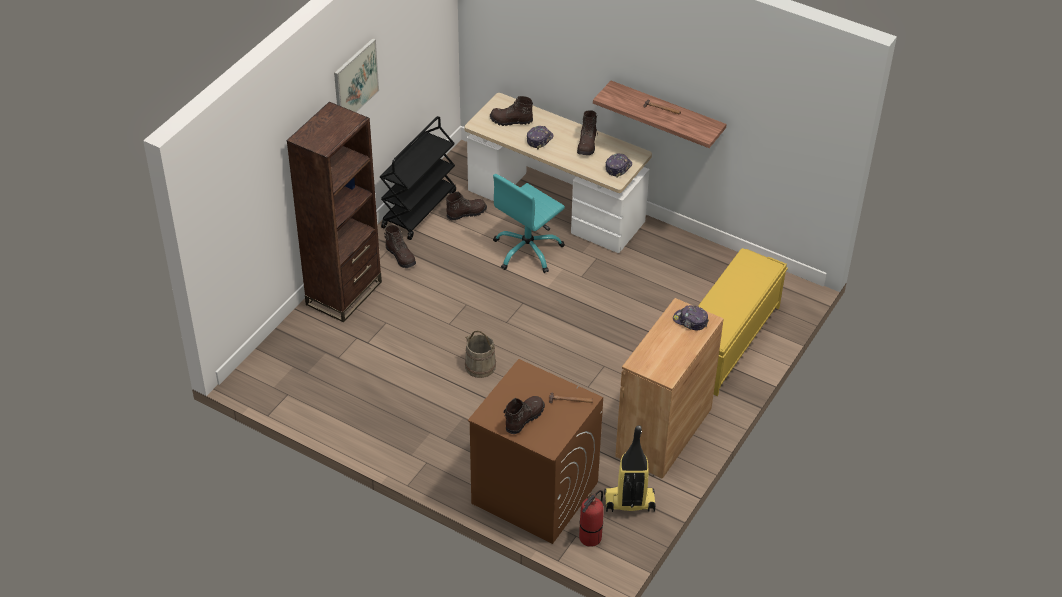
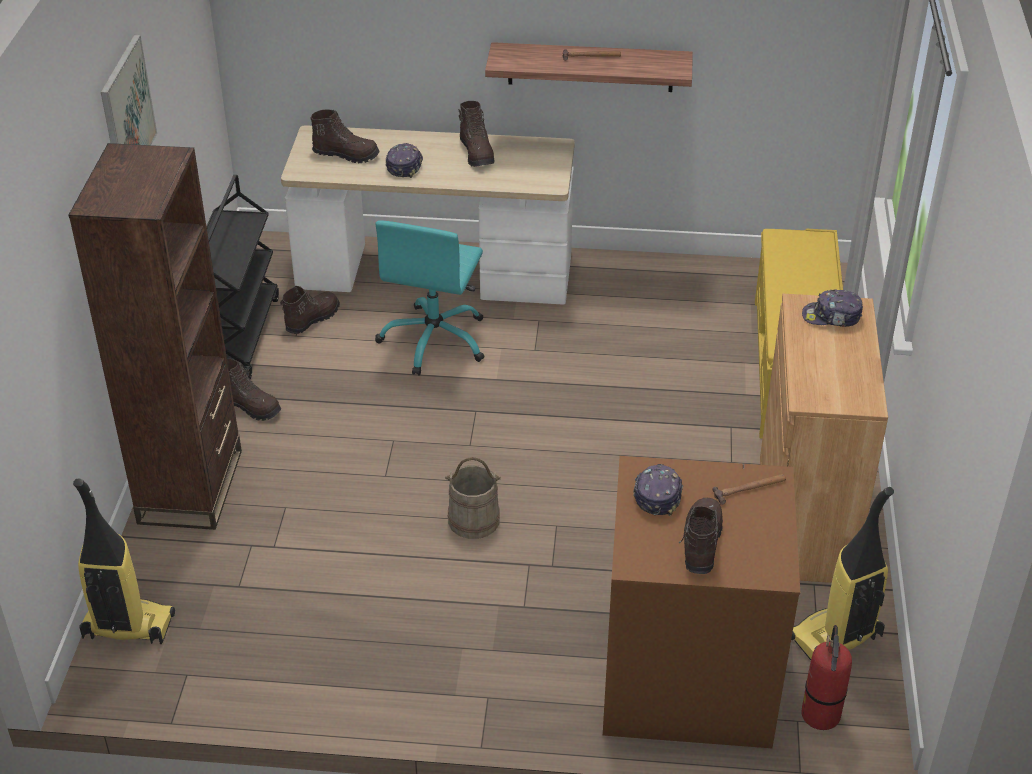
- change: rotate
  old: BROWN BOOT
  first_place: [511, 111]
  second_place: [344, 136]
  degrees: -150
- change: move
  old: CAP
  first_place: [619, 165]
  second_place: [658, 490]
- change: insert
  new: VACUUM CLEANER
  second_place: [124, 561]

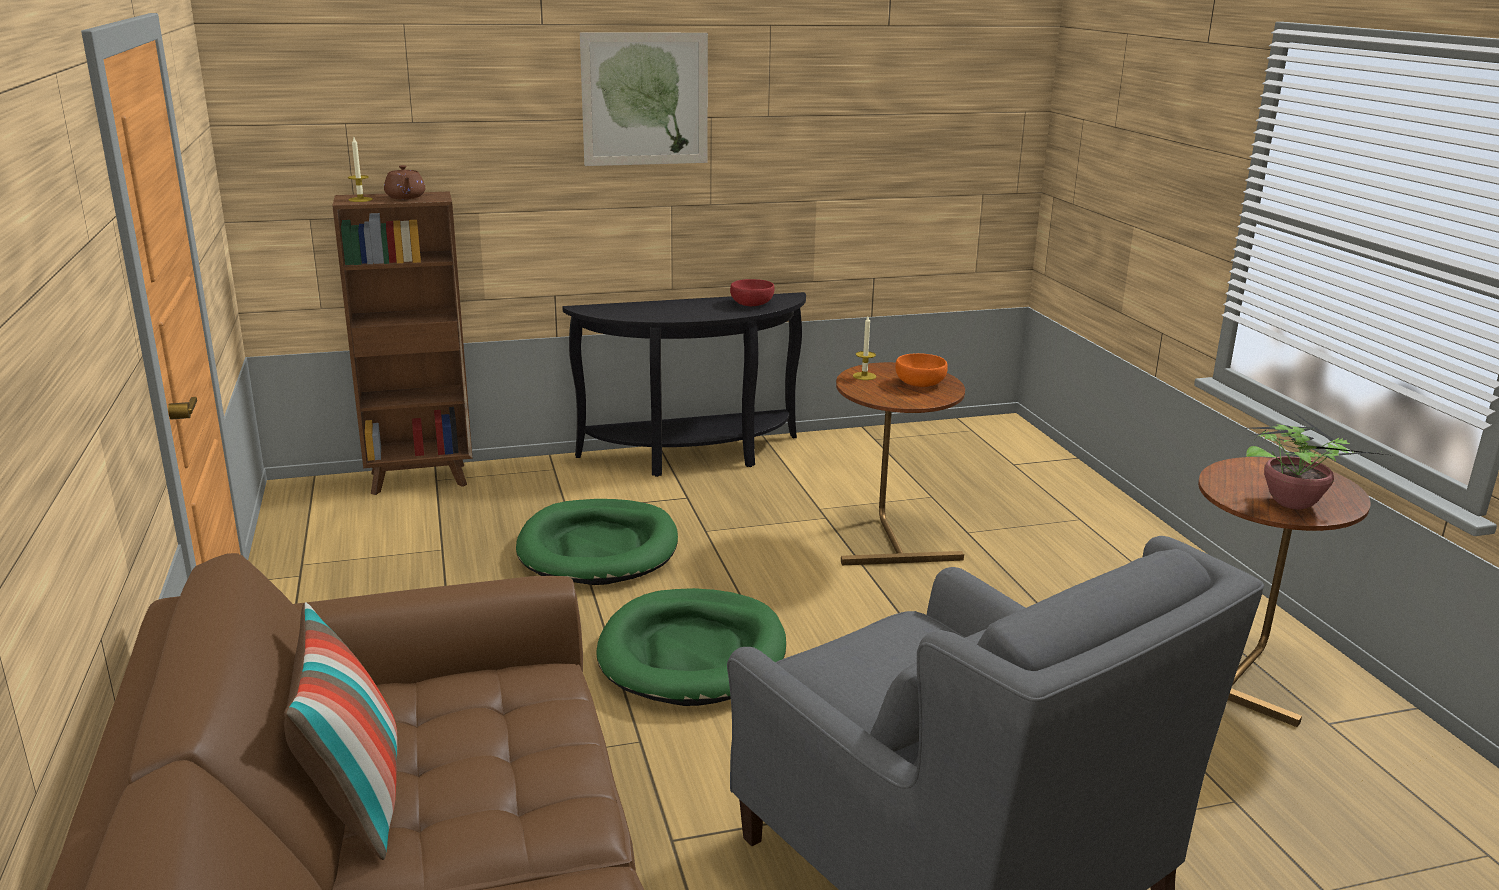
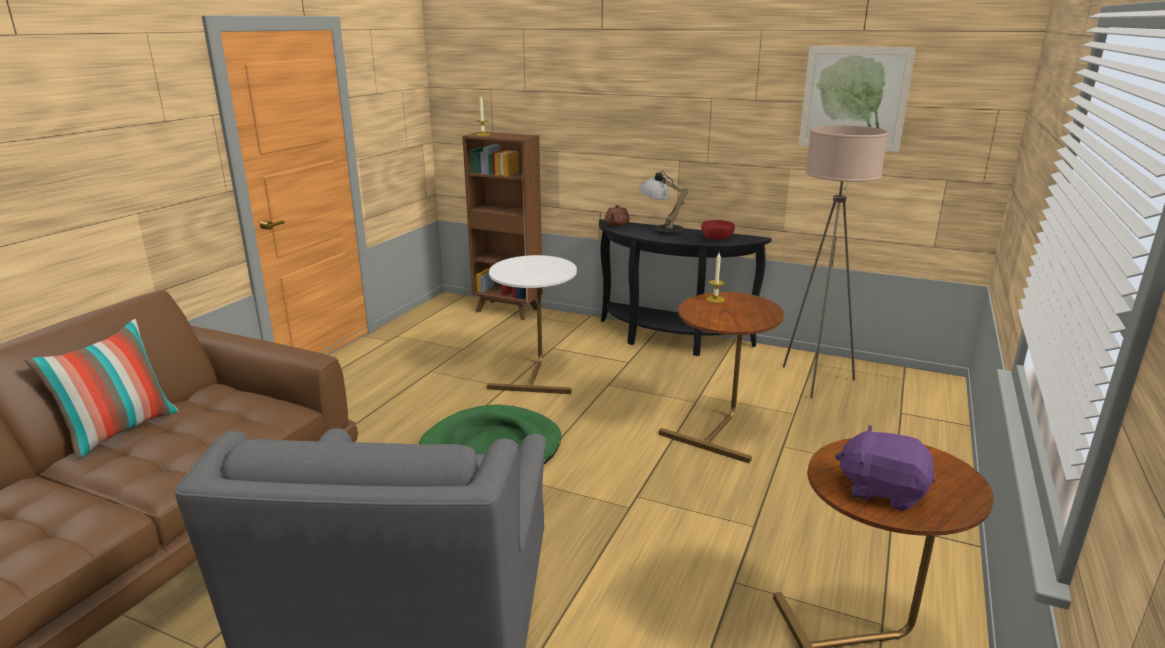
- change: move
  old: BROWN TEAPOT
  first_place: [404, 182]
  second_place: [617, 215]
- change: replace
  old: GREEN DOG BED
  new: WHITE SIDE TABLE
  first_place: [597, 542]
  second_place: [532, 324]
- change: move
  old: PICTURE
  first_place: [644, 99]
  second_place: [857, 99]
- change: delete
  old: ORANGE BOWL
  first_place: [921, 370]
- change: replace
  old: POTTED PLANT
  new: PURPLE PLUSH TOY
  first_place: [1320, 457]
  second_place: [885, 468]
- change: insert
  new: TABLE LAMP
  second_place: [665, 203]
- change: insert
  new: BEIGE FLOOR LAMP
  second_place: [835, 262]

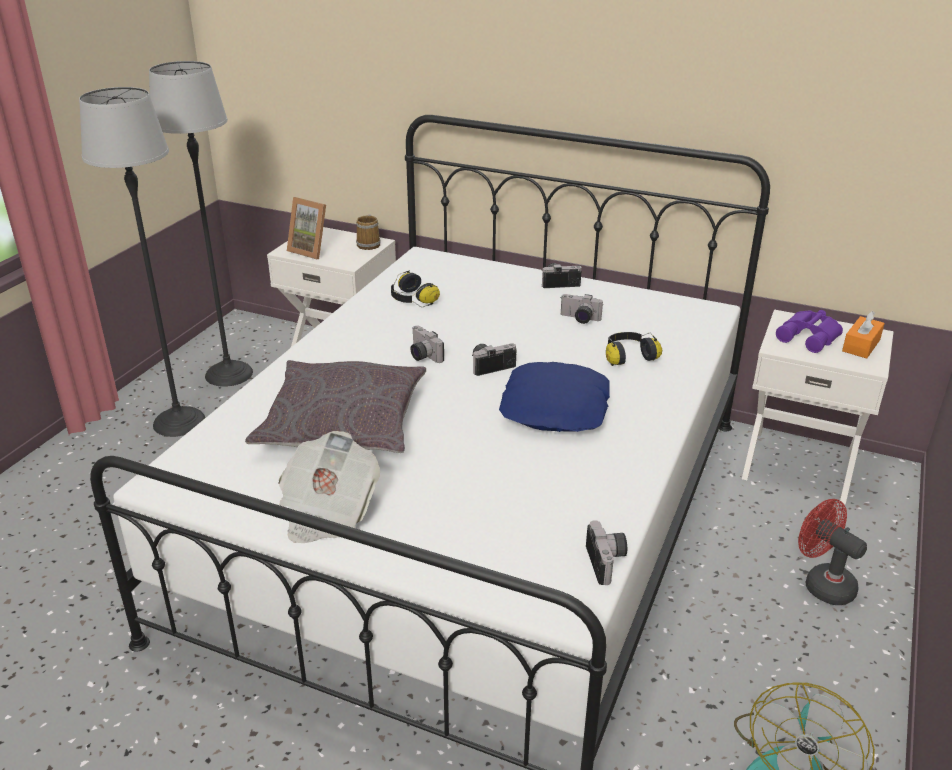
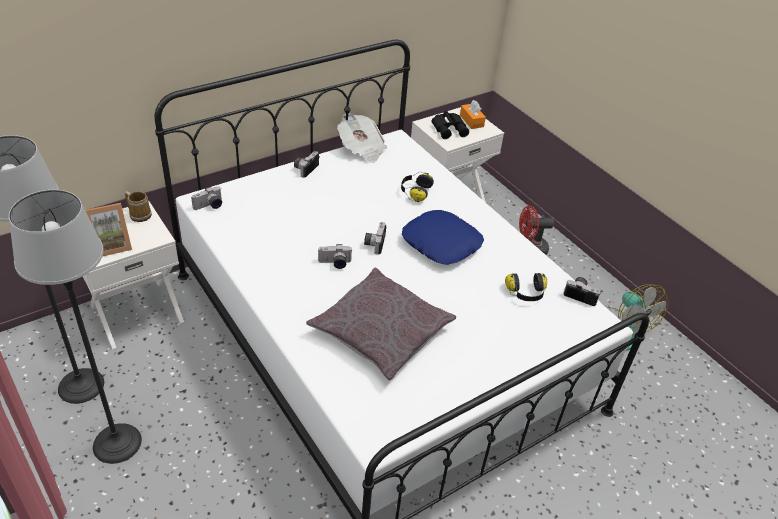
- change: move
  old: NEWSPAPER
  first_place: [329, 487]
  second_place: [362, 138]
- change: move
  old: HEADPHONES
  first_place: [415, 288]
  second_place: [526, 287]
- change: move
  old: PHOTO CAMERA
  first_place: [582, 309]
  second_place: [206, 198]
- change: recolor
  old: PURPLE BINOCULARS
  new: BLACK BINOCULARS
  first_place: [809, 331]
  second_place: [450, 125]

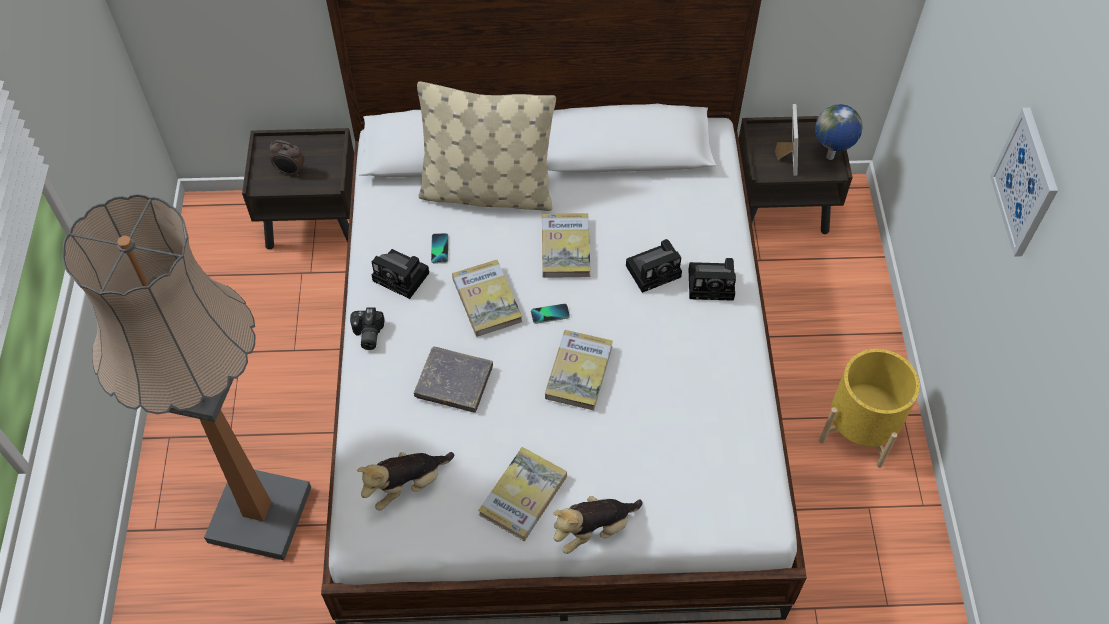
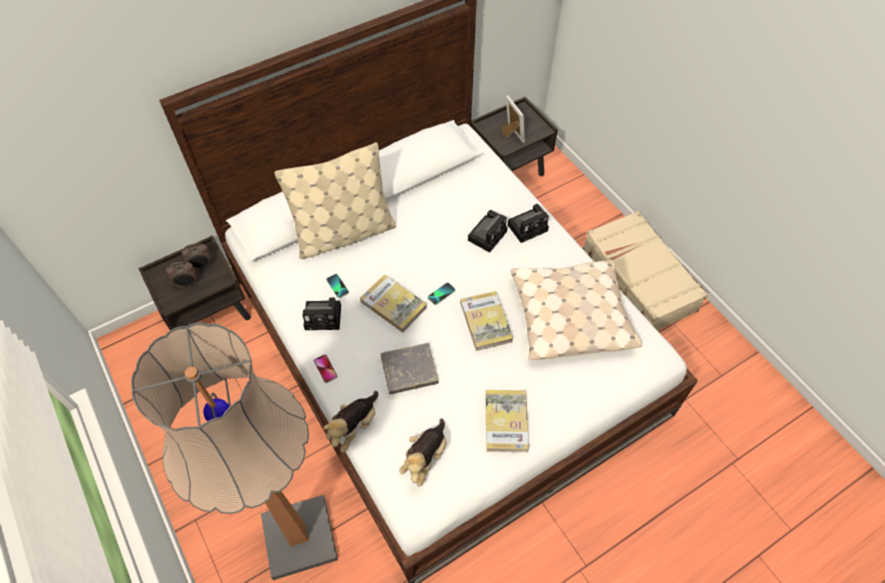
- change: replace
  old: PHOTO CAMERA
  new: PHONE
  first_place: [367, 328]
  second_place: [326, 368]
- change: delete
  old: BOOK
  first_place: [566, 245]
- change: move
  old: PLUSH TOY
  first_place: [598, 525]
  second_place: [351, 422]
- change: delete
  old: GLOBE
  first_place: [839, 132]
- change: replace
  old: YELLOW PLANTER
  new: BEIGE SUITCASE
  first_place: [869, 408]
  second_place: [645, 270]
- change: delete
  old: PICTURE
  first_place: [1024, 182]
- change: insert
  new: ALARM CLOCK
  second_place: [196, 256]
- change: insert
  new: BEIGE PILLOW
  second_place: [576, 309]

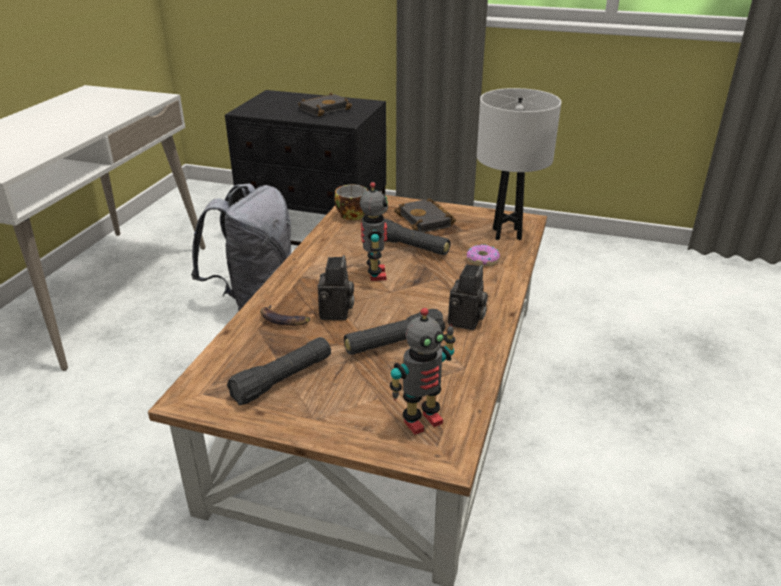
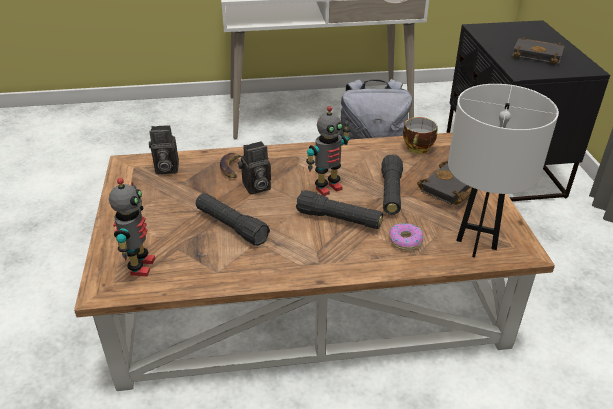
- change: move
  old: BLACK FLASHLIGHT
  first_place: [279, 371]
  second_place: [339, 209]
- change: rotate
  old: TOY ROBOT
  first_place: [422, 371]
  second_place: [132, 227]
  degrees: -120
- change: move
  old: PHOTO CAMERA
  first_place: [468, 297]
  second_place: [164, 149]

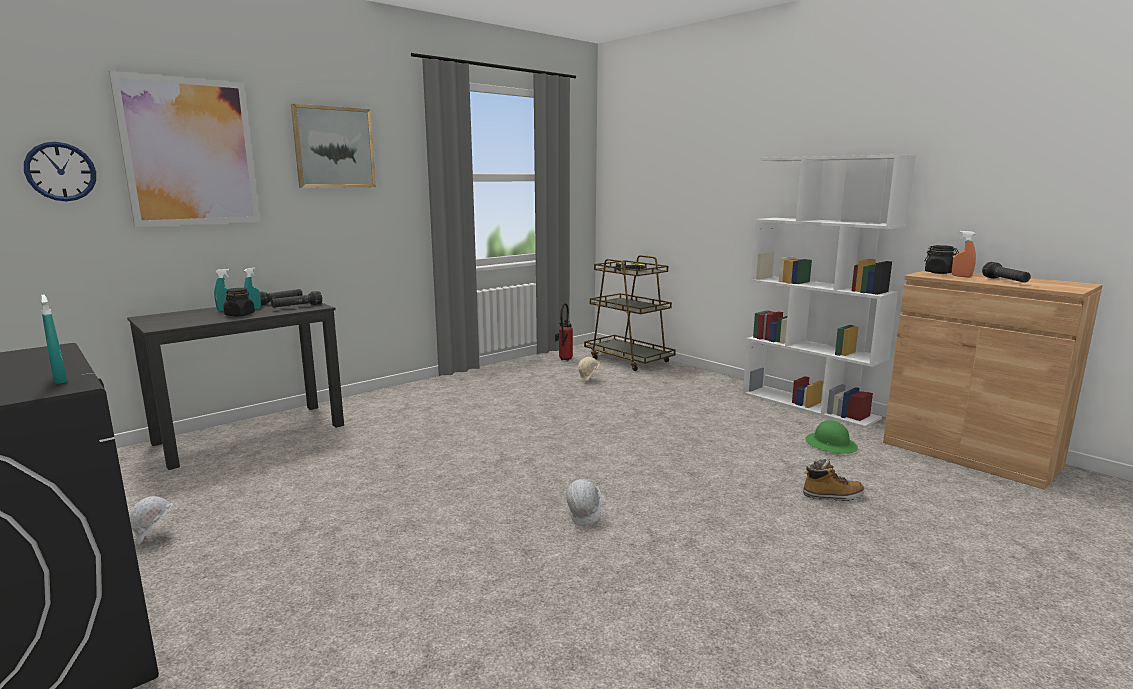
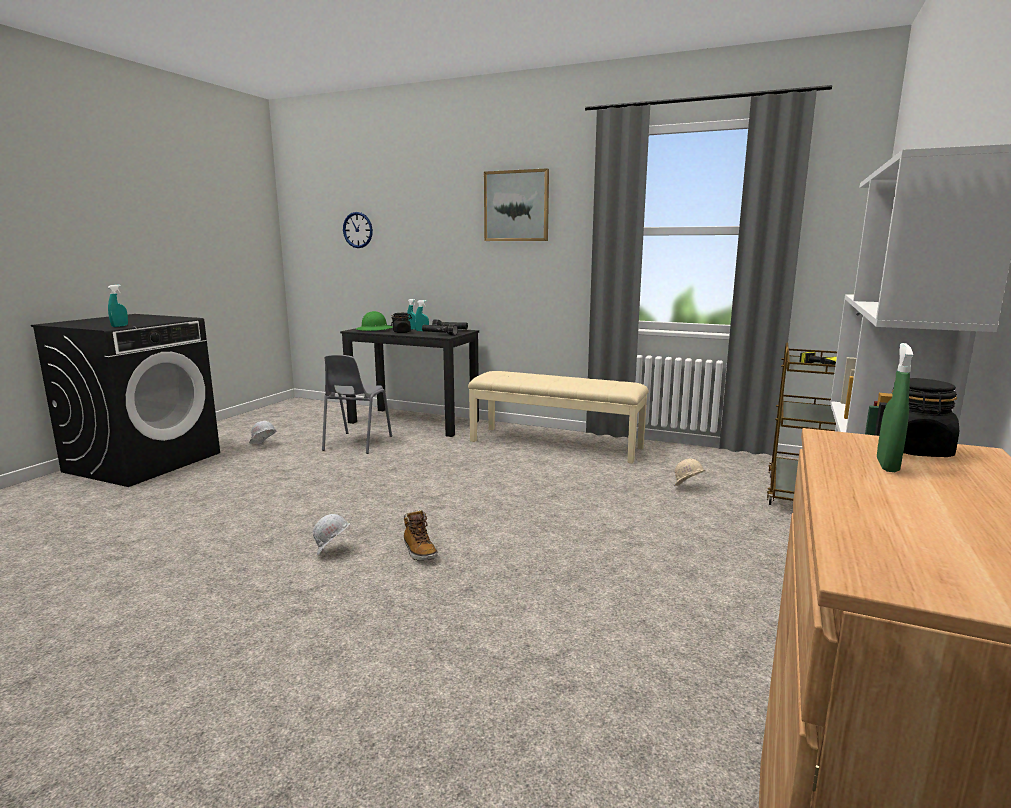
- change: delete
  old: PICTURE
  first_place: [184, 148]
- change: delete
  old: FIRE EXTINGUISHER
  first_place: [564, 332]
- change: move
  old: BOOT
  first_place: [834, 479]
  second_place: [421, 535]
- change: move
  old: GREEN HARD HAT
  first_place: [832, 437]
  second_place: [374, 321]
- change: recolor
  old: ORANGE SPRAY BOTTLE
  new: GREEN SPRAY BOTTLE
  first_place: [964, 254]
  second_place: [895, 407]
- change: delete
  old: BLACK FLASHLIGHT
  first_place: [1006, 272]
- change: insert
  new: GREY CHAIR
  second_place: [357, 404]
- change: insert
  new: BEIGE BENCH
  second_place: [558, 417]

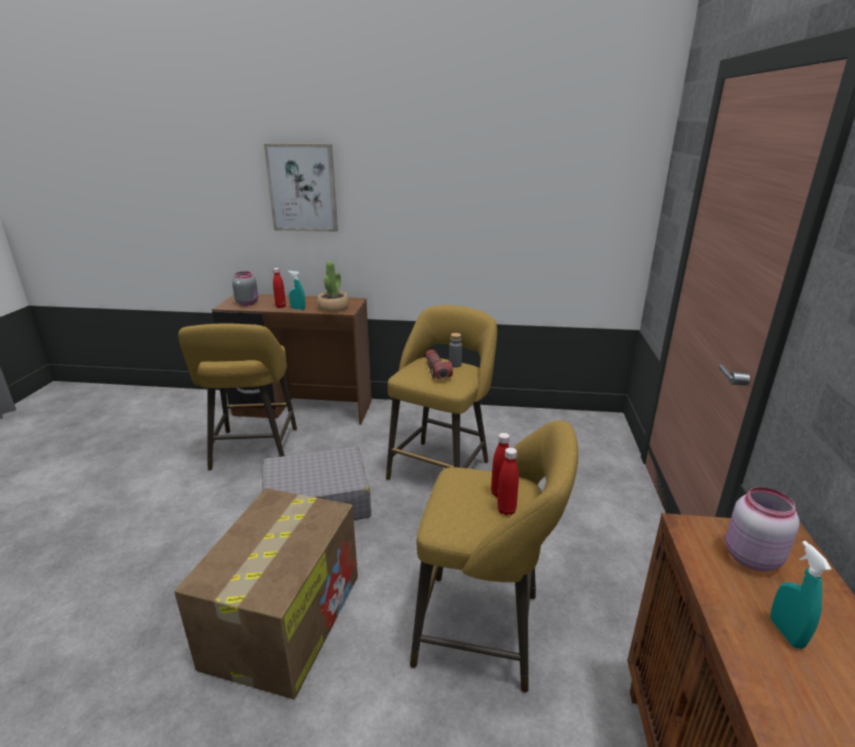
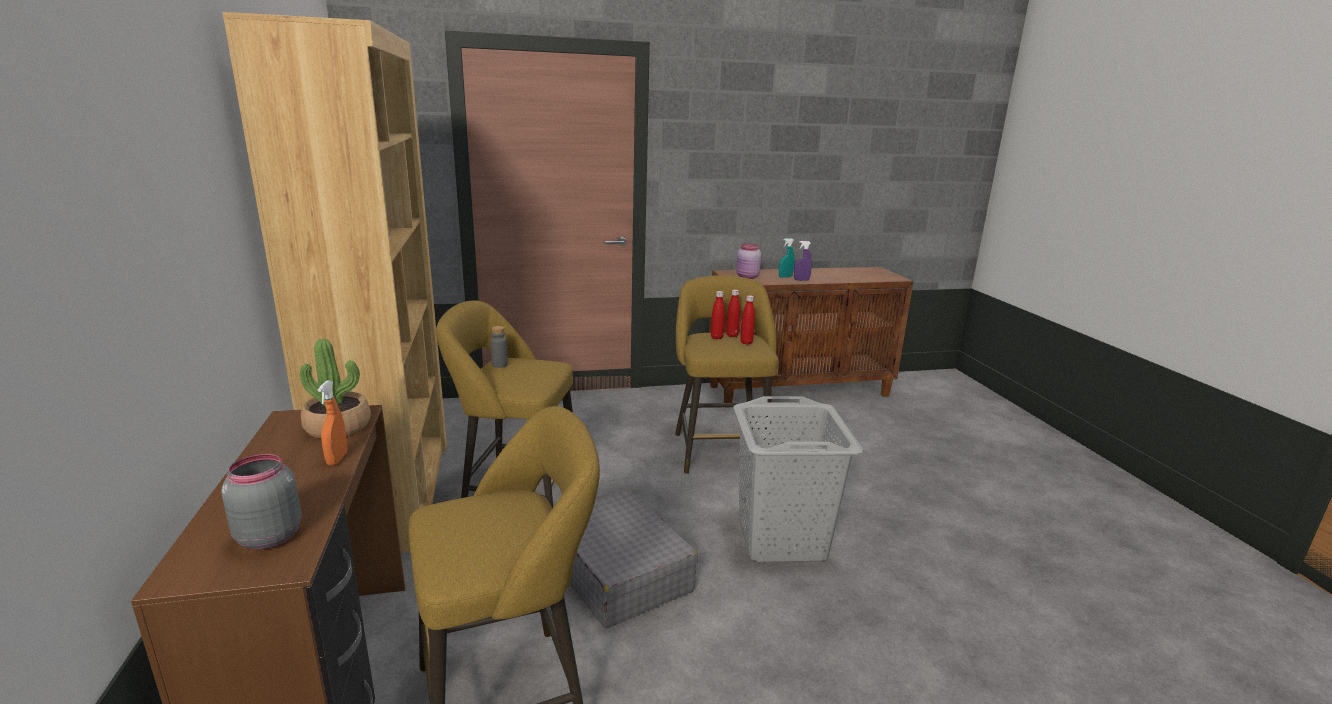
- change: replace
  old: CARDBOARD BOX
  new: GREY LAUNDRY BASKET
  first_place: [266, 593]
  second_place: [798, 479]
- change: delete
  old: PICTURE
  first_place: [301, 188]
- change: move
  old: RED BOTTLE
  first_place: [279, 288]
  second_place: [747, 319]
- change: recolor
  old: TURQUOISE SPRAY BOTTLE
  new: ORANGE SPRAY BOTTLE
  first_place: [296, 290]
  second_place: [333, 422]
- change: delete
  old: FLASHLIGHT
  first_place: [439, 364]
- change: insert
  new: BROWN BOOKCASE
  second_place: [334, 282]
- change: insert
  new: PURPLE SPRAY BOTTLE
  second_place: [803, 261]

